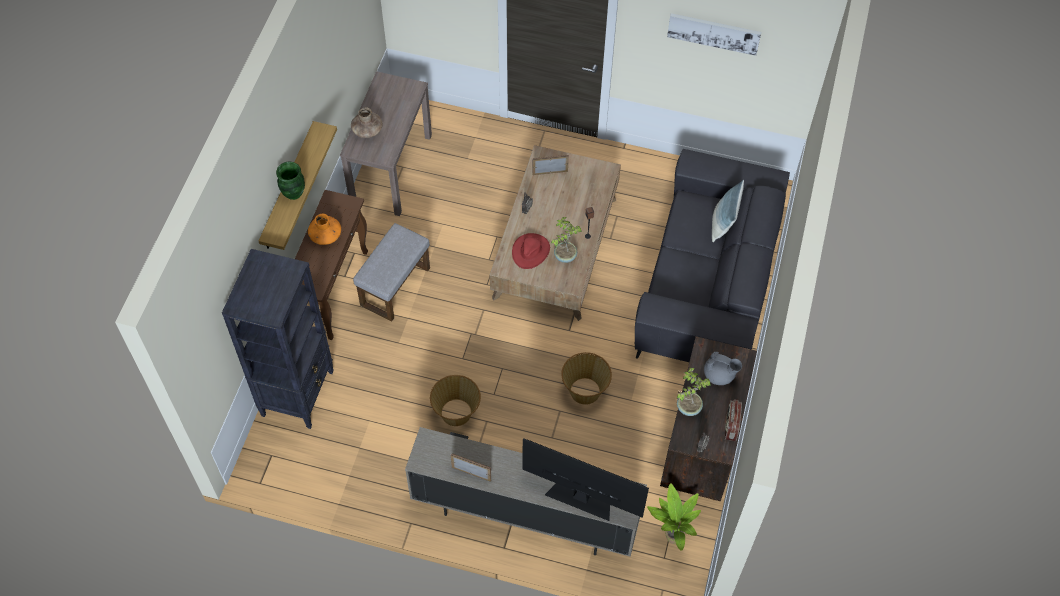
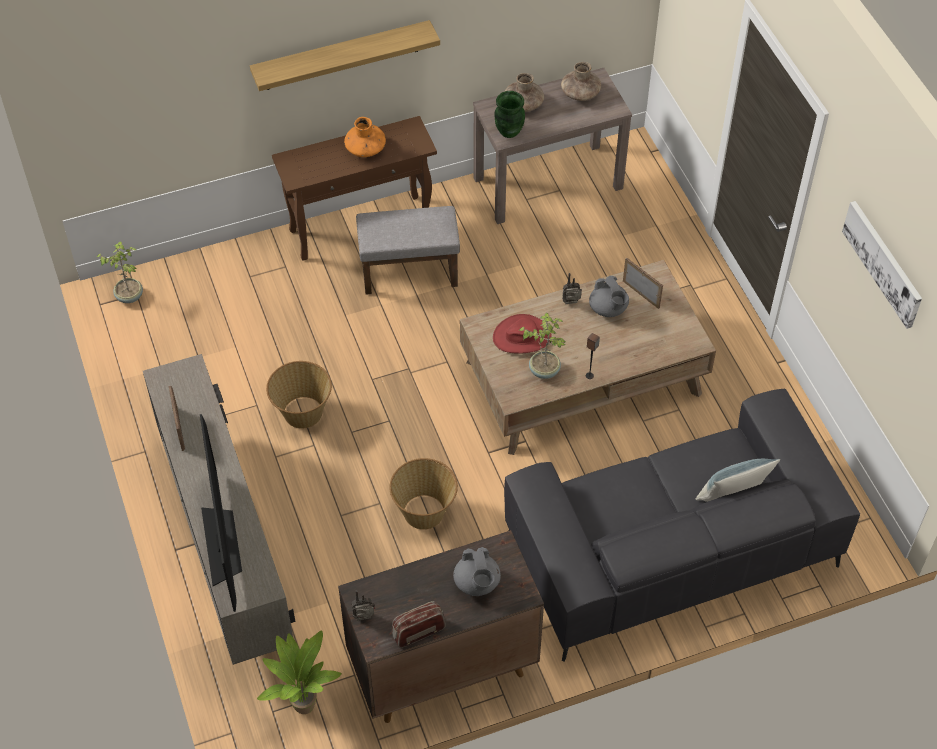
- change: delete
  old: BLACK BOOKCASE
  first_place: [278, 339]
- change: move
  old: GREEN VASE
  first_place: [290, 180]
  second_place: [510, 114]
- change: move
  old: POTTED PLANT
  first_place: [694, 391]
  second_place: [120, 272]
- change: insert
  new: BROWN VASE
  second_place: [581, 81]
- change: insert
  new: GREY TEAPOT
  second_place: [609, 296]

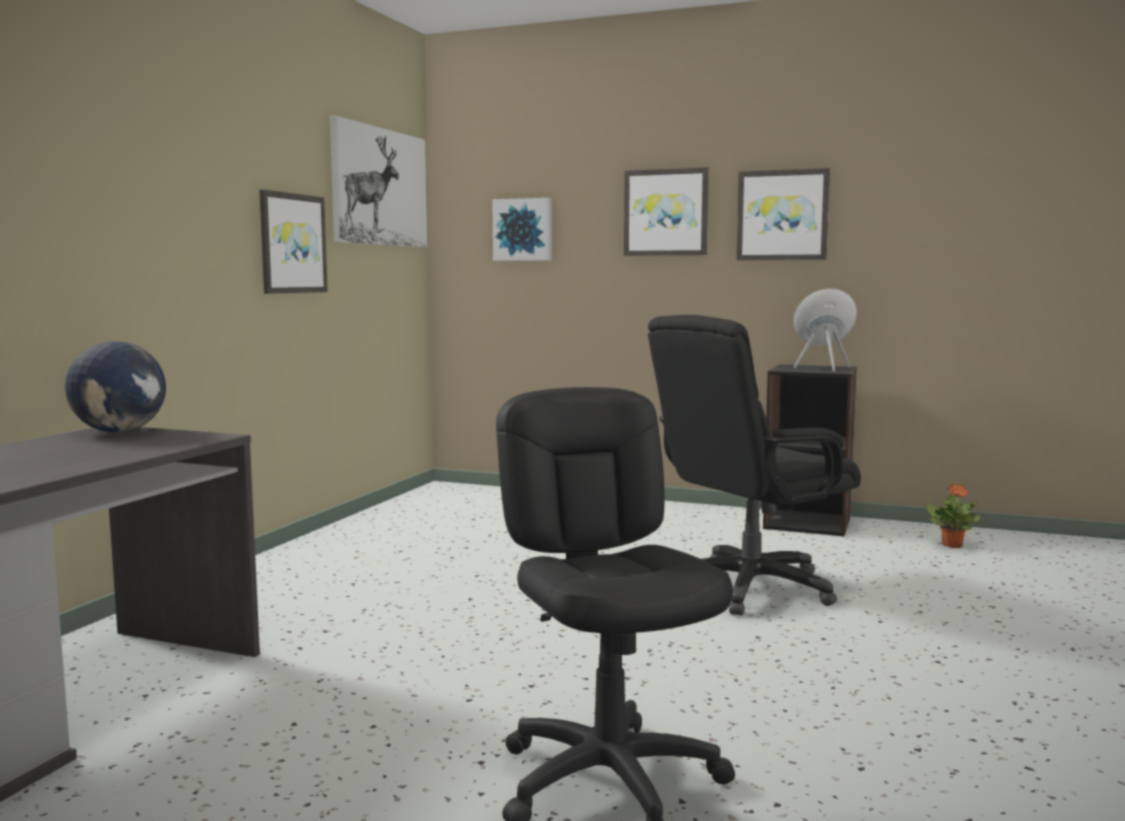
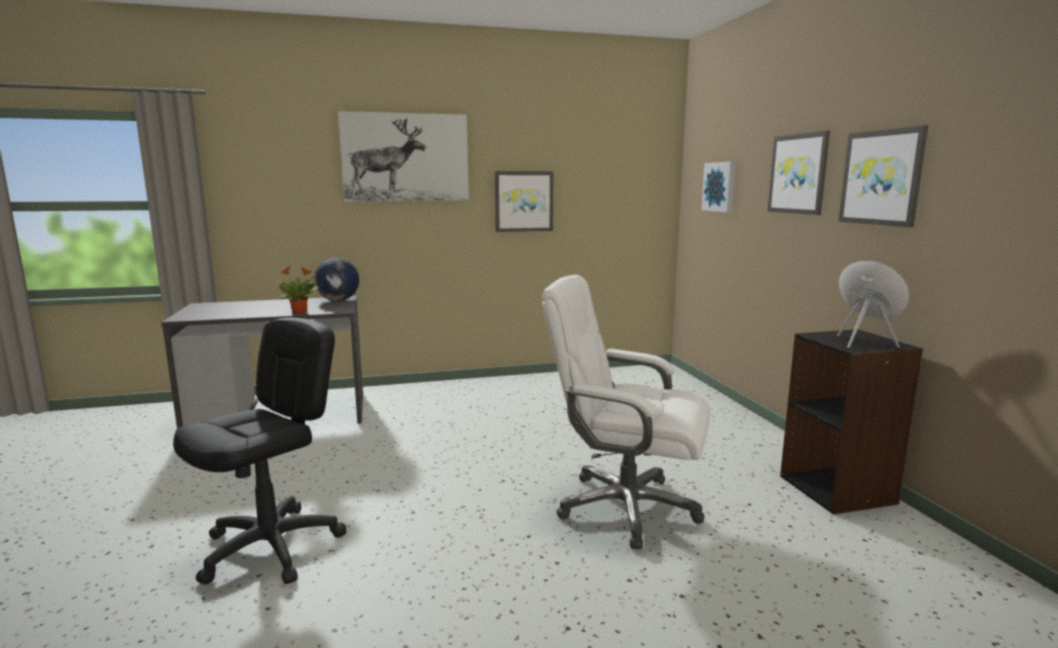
- change: move
  old: PICTURE
  first_place: [378, 181]
  second_place: [403, 156]
- change: recolor
  old: BLACK OFFICE CHAIR
  new: WHITE OFFICE CHAIR
  first_place: [754, 465]
  second_place: [626, 412]
- change: move
  old: POTTED PLANT
  first_place: [953, 515]
  second_place: [297, 290]

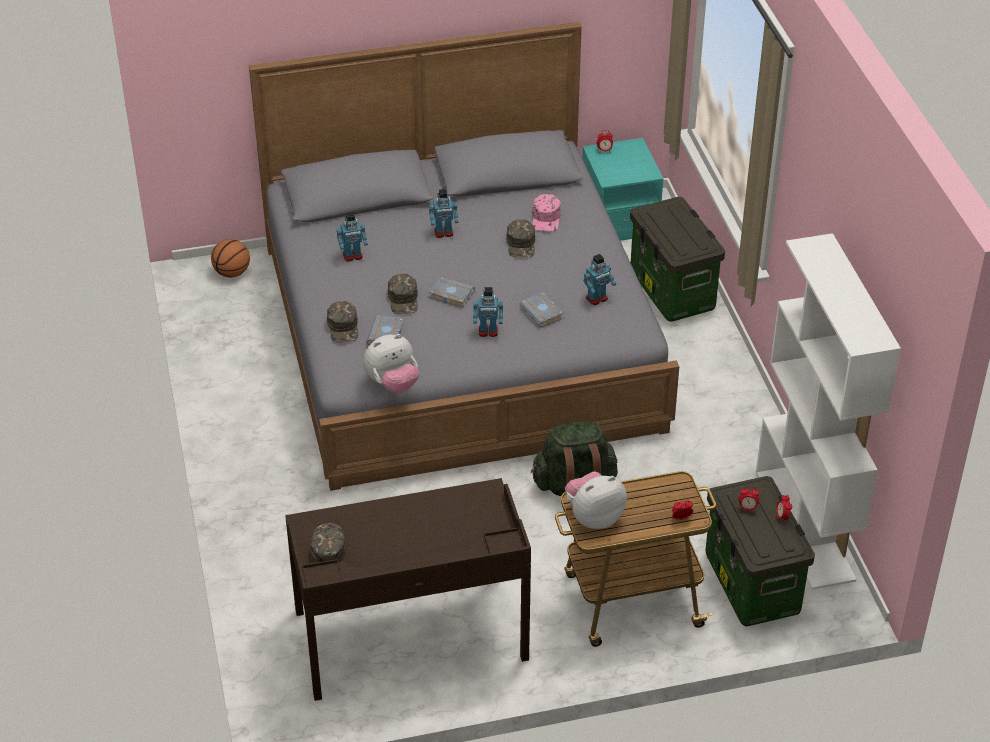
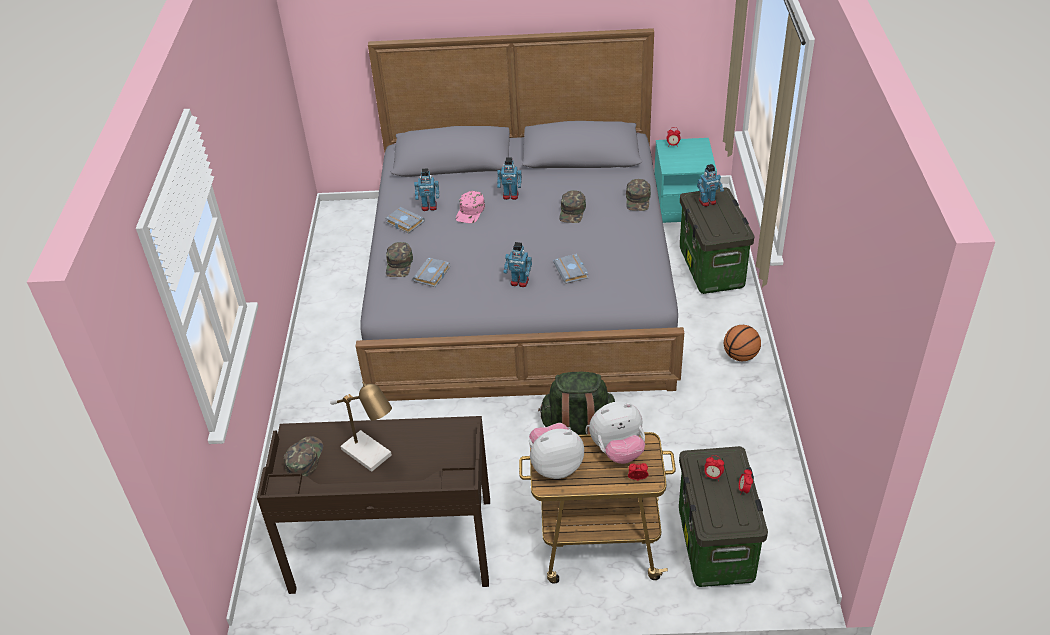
- change: move
  old: BASKETBALL
  first_place: [230, 258]
  second_place: [742, 343]
- change: move
  old: PLUSH TOY
  first_place: [391, 363]
  second_place: [617, 433]
- change: move
  old: GREEN CAP
  first_place: [403, 294]
  second_place: [638, 195]
- change: move
  old: GREY BOOK
  first_place: [452, 292]
  second_place: [405, 220]
- change: move
  old: PINK CAP
  first_place: [546, 212]
  second_place: [470, 207]
- change: move
  old: TOY ROBOT
  first_place: [600, 279]
  second_place: [710, 185]
- change: delete
  old: WHITE BOOKCASE
  first_place: [828, 411]
- change: insert
  new: TABLE LAMP
  second_place: [361, 426]

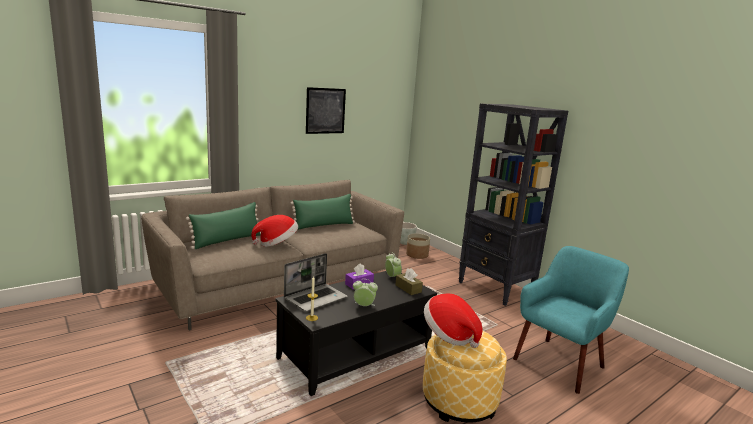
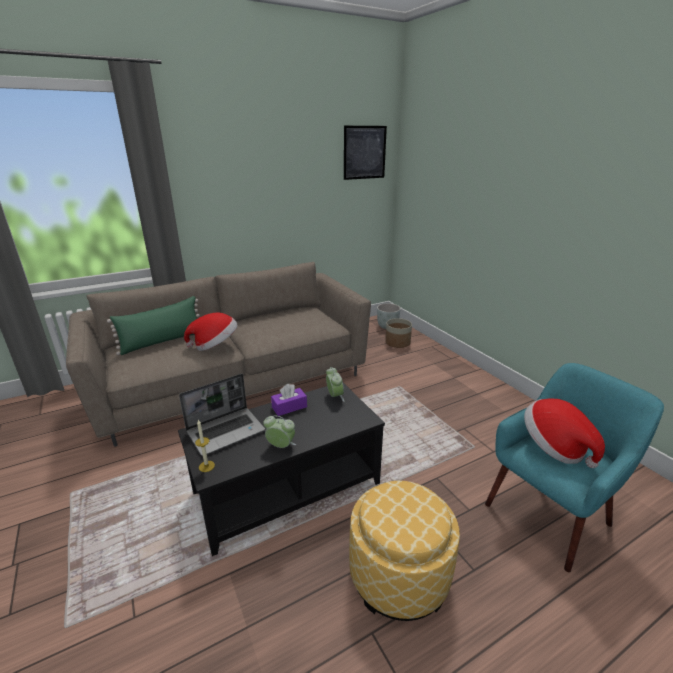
- change: delete
  old: GREEN PILLOW
  first_place: [323, 212]
- change: move
  old: PICTURE
  first_place: [326, 110]
  second_place: [365, 153]
- change: delete
  old: BROWN TISSUE BOX
  first_place: [409, 281]
- change: move
  old: HAT
  first_place: [453, 320]
  second_place: [564, 433]
- change: delete
  old: BLACK BOOKCASE
  first_place: [513, 204]

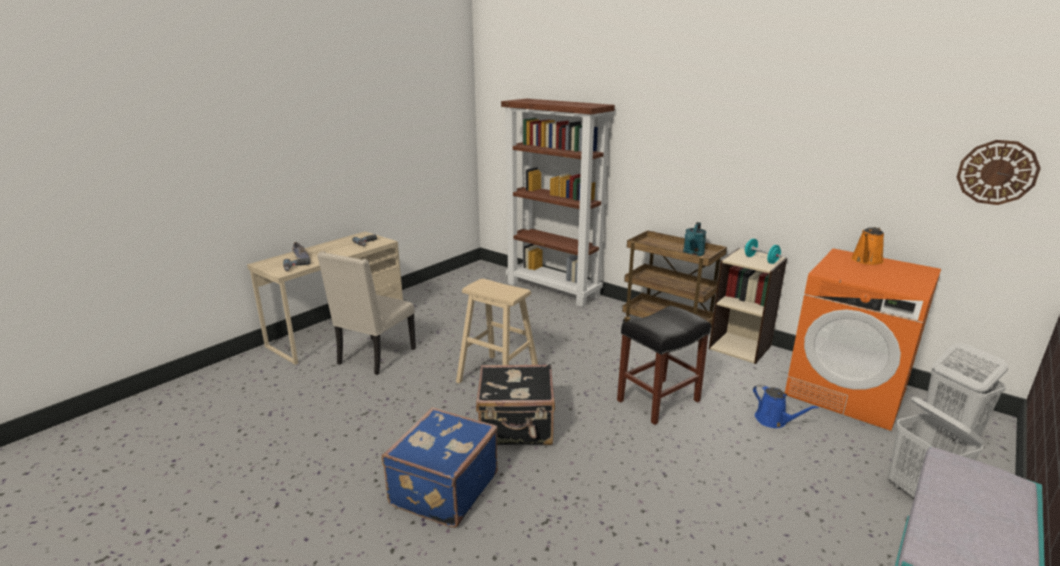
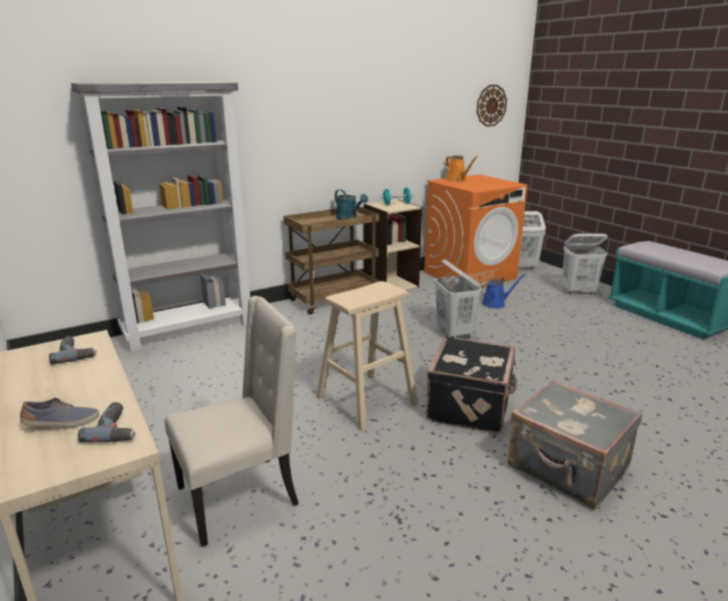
- change: rotate
  old: BEIGE CHAIR
  first_place: [366, 313]
  second_place: [231, 421]
  degrees: -75
- change: recolor
  old: BLUE SUITCASE
  new: GREY SUITCASE
  first_place: [440, 467]
  second_place: [575, 444]
- change: recolor
  old: BROWN BOOKCASE
  new: GREY BOOKCASE
  first_place: [558, 203]
  second_place: [160, 217]
- change: replace
  old: BLACK STOOL
  new: WHITE LAUNDRY BASKET
  first_place: [664, 365]
  second_place: [458, 298]

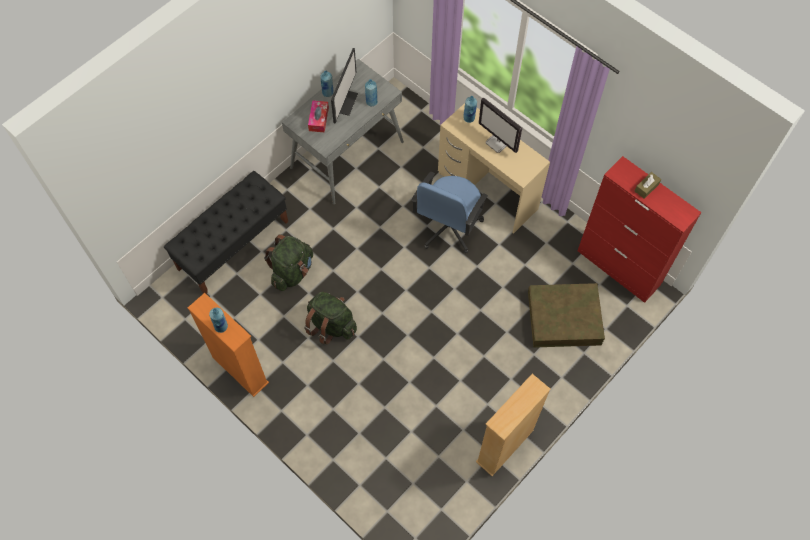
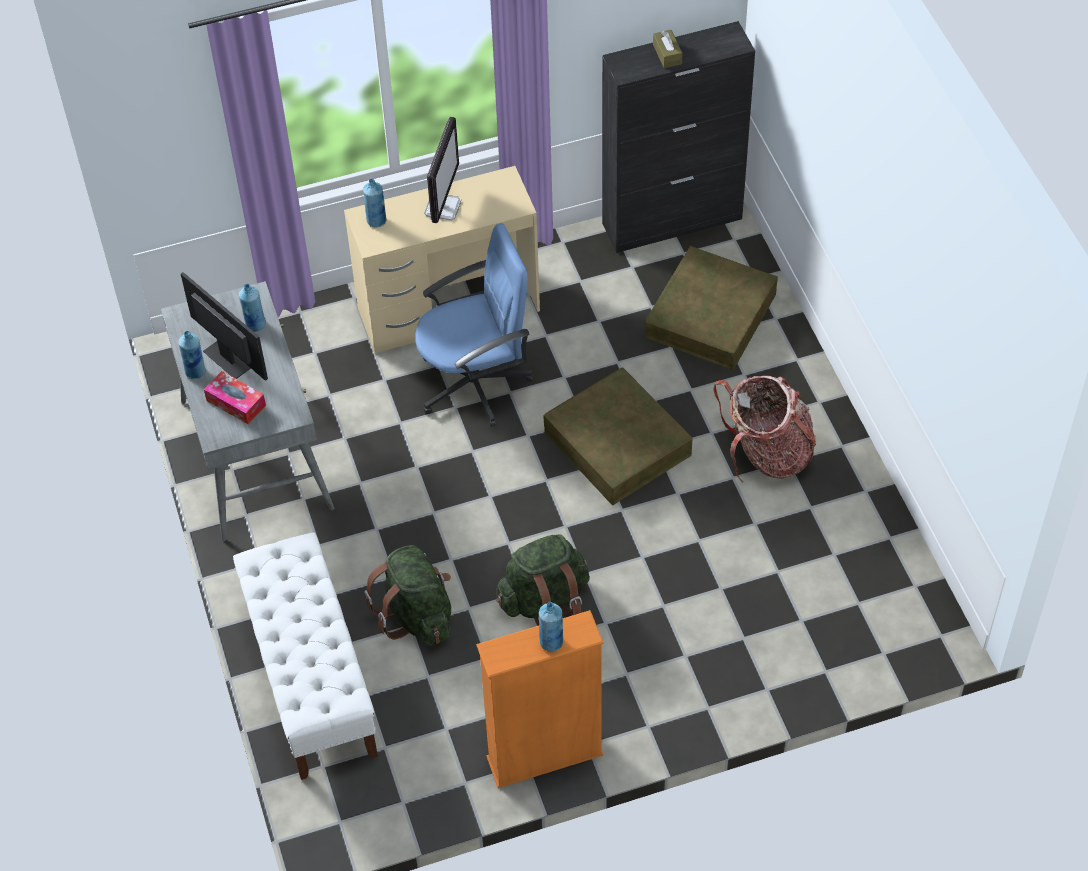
- change: recolor
  old: BLACK BENCH
  new: WHITE BENCH
  first_place: [226, 232]
  second_place: [305, 656]
- change: rotate
  old: BLUE OFFICE CHAIR
  first_place: [449, 213]
  second_place: [474, 325]
  degrees: -75
- change: delete
  old: BEIGE BOOKCASE
  first_place: [513, 425]
- change: rotate
  old: MONITOR
  first_place: [500, 125]
  second_place: [442, 170]
  degrees: -60
- change: recolor
  old: RED CABINET
  new: BLACK CABINET
  first_place: [639, 229]
  second_place: [678, 137]
- change: insert
  new: BROWN STORAGE BOX
  second_place: [618, 436]
- change: insert
  new: BACKPACK
  second_place: [764, 429]

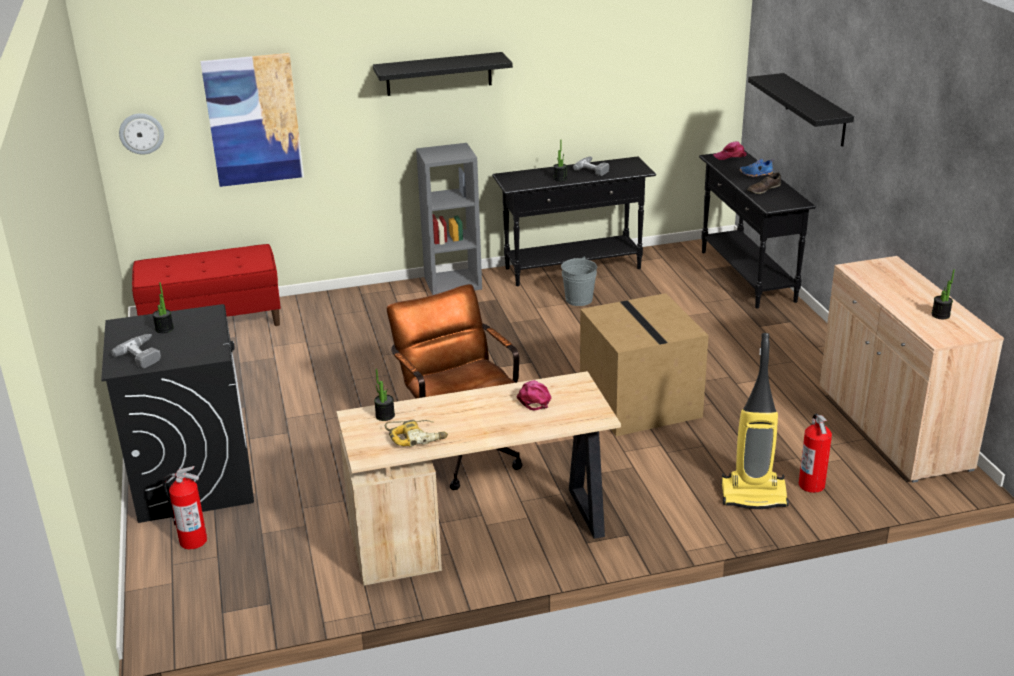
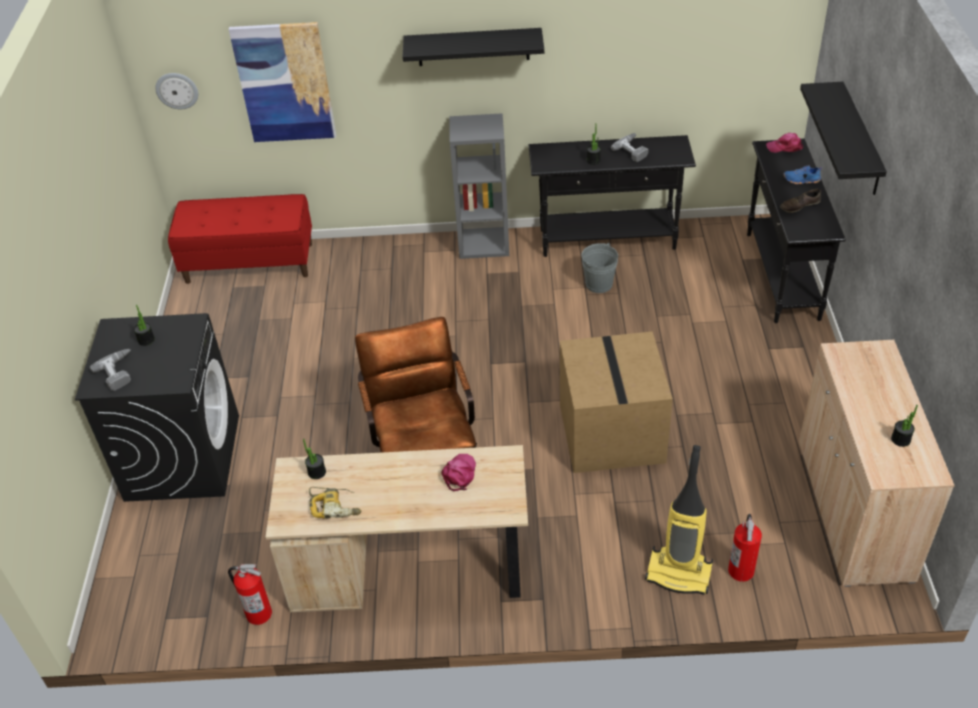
- change: move
  old: FIRE EXTINGUISHER
  first_place: [185, 507]
  second_place: [250, 594]

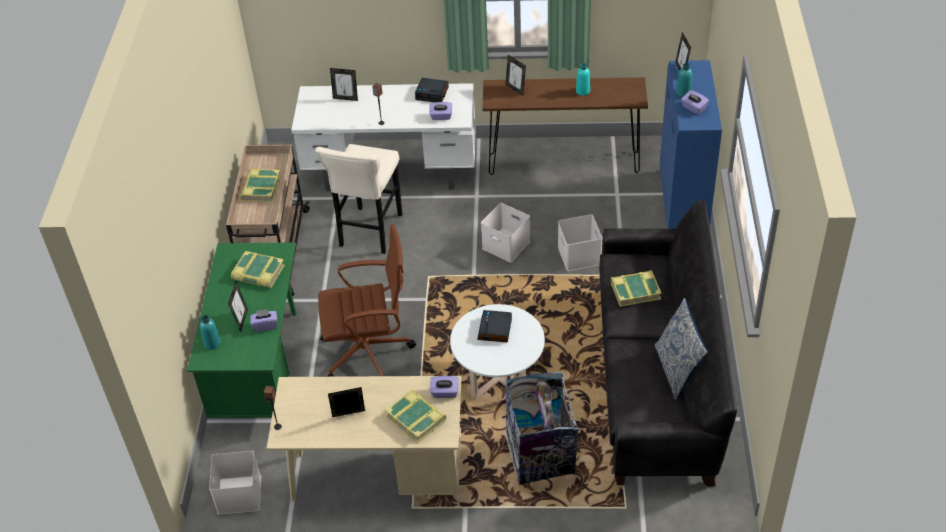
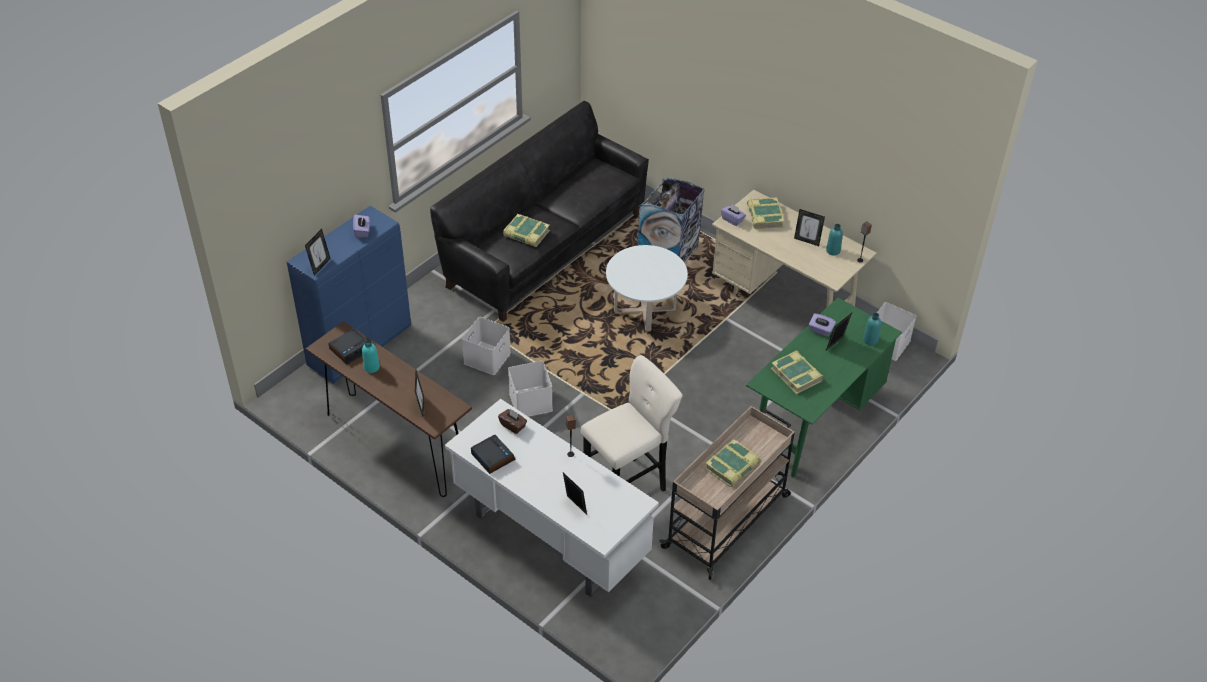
- change: delete
  old: BROWN OFFICE CHAIR
  first_place: [367, 300]
- change: recolor
  old: PURPLE TISSUE BOX
  new: BROWN TISSUE BOX
  first_place: [440, 111]
  second_place: [512, 421]
- change: move
  old: ALARM CLOCK
  first_place: [494, 326]
  second_place: [347, 346]
- change: delete
  old: PILLOW
  first_place: [681, 349]
- change: move
  old: TURQUOISE BOTTLE
  first_place: [684, 80]
  second_place: [834, 239]

